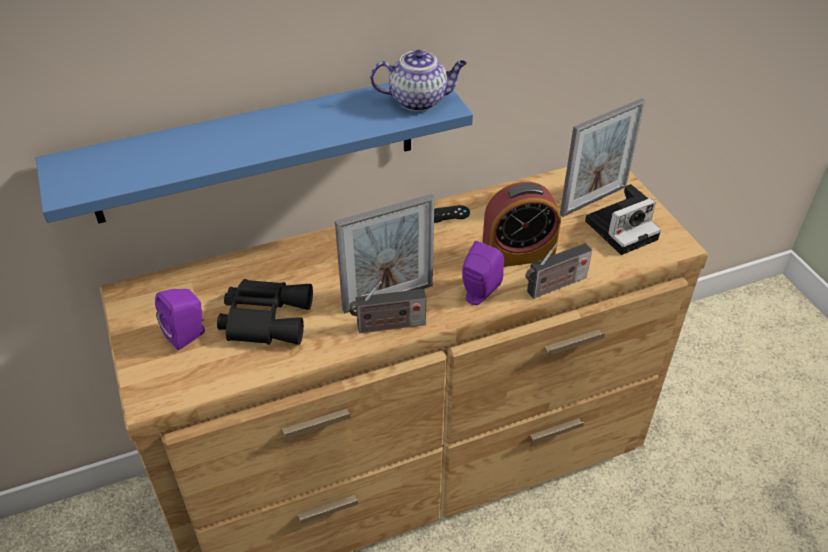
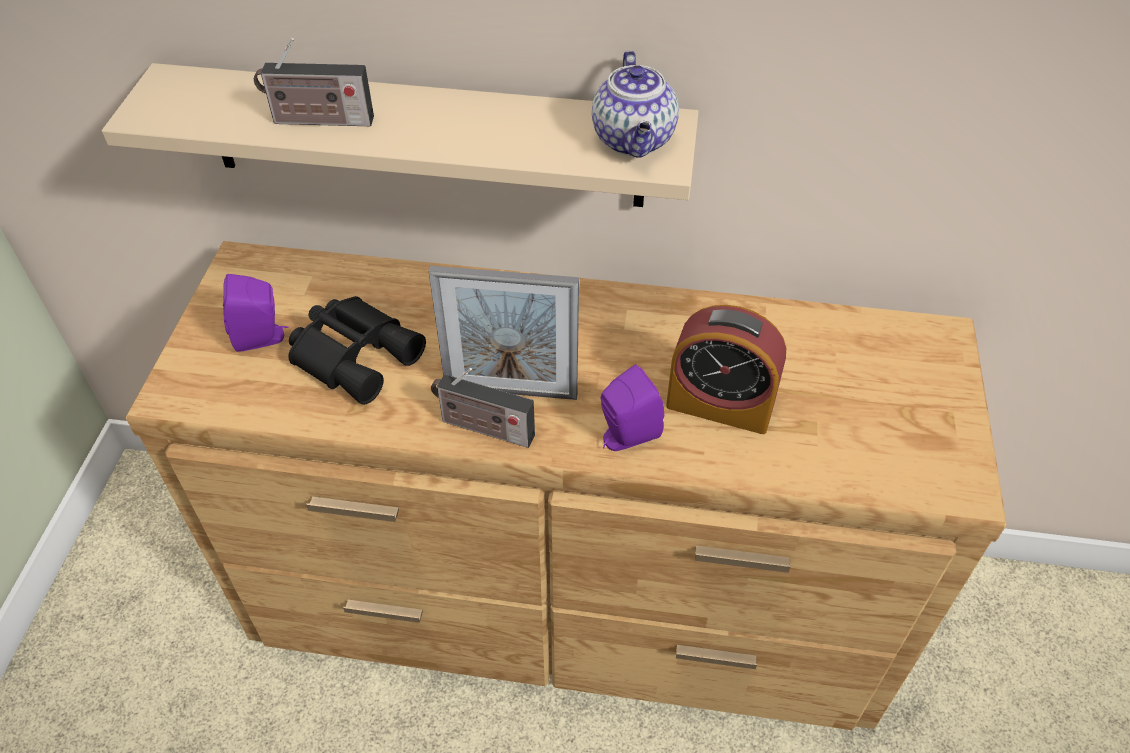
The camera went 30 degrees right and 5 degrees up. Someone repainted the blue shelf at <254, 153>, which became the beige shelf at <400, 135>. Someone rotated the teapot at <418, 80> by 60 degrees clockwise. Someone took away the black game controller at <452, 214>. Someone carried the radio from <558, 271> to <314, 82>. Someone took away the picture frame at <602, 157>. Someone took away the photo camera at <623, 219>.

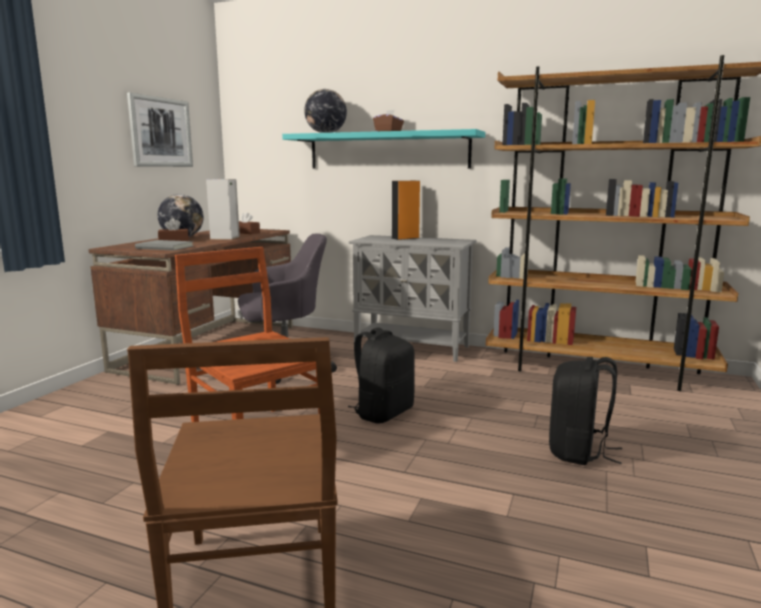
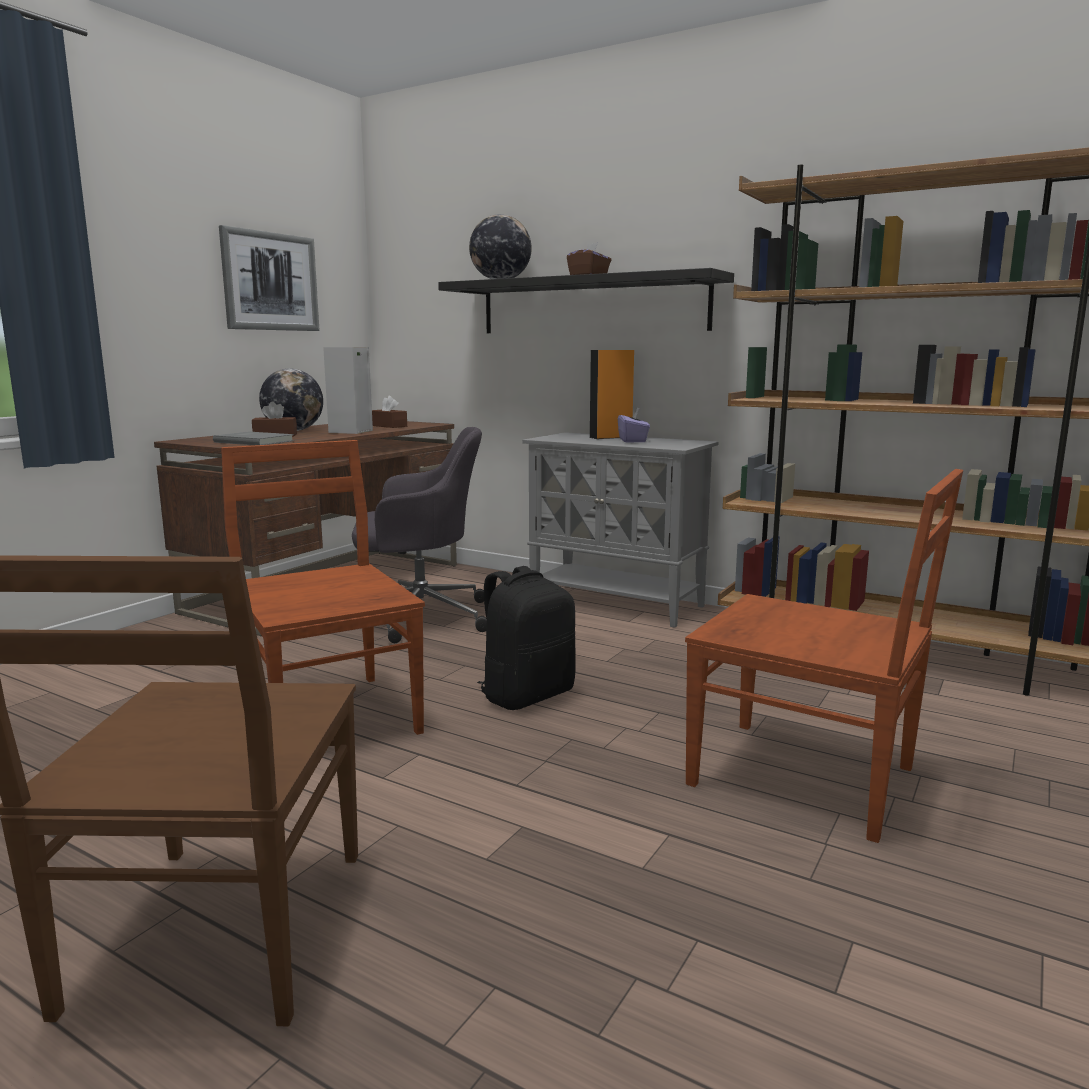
The camera went 10 degrees right and 0 degrees up. Someone repainted the turquoise shelf at <383, 148>, which became the black shelf at <586, 300>. Someone swapped the black backpack at <585, 411> for the brown chair at <824, 656>. Someone put down the purple tissue box at <634, 424>.

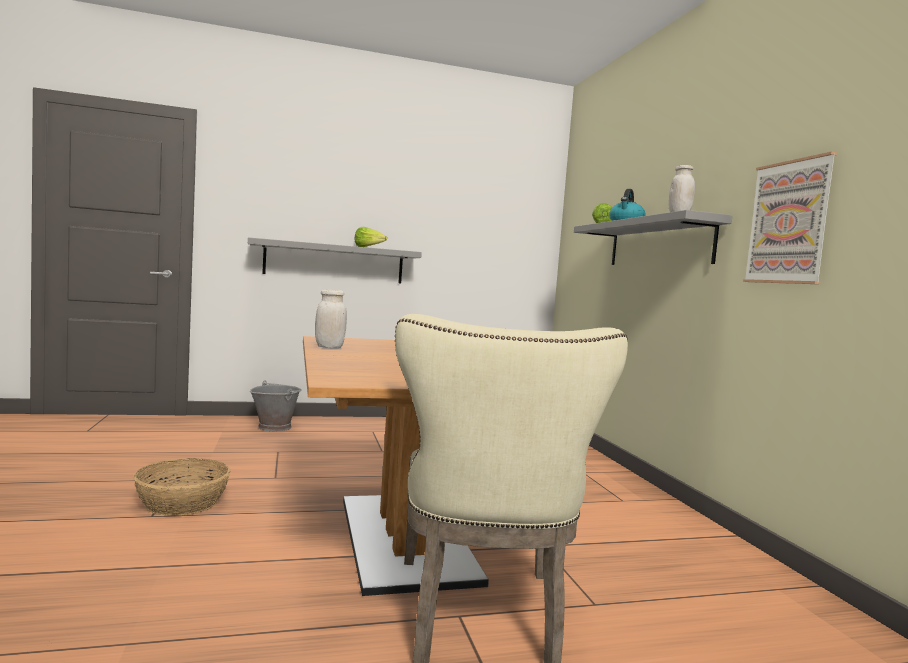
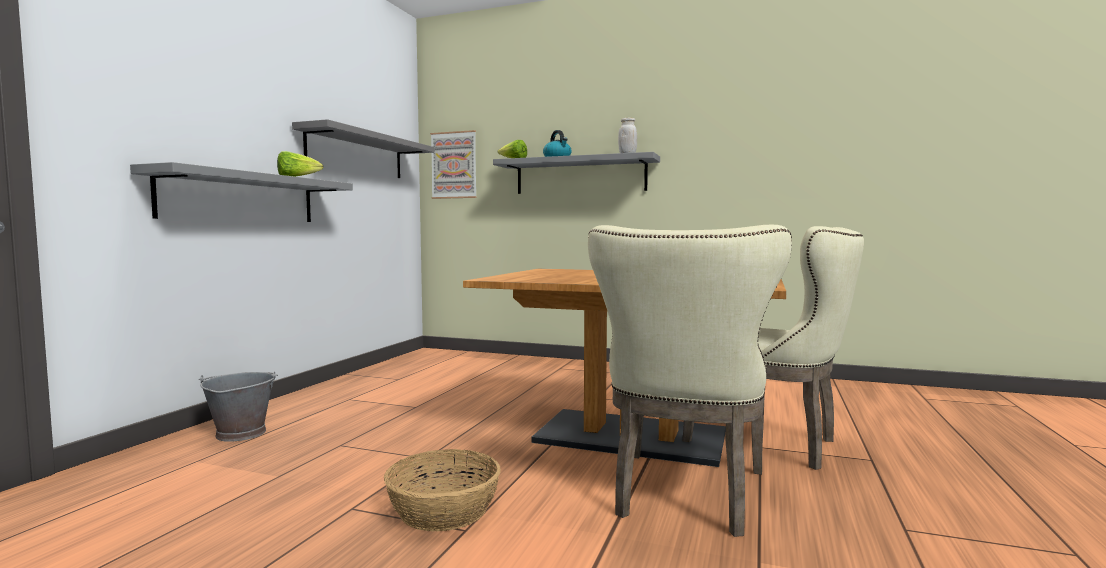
The camera went 55 degrees left and 0 degrees up. Someone took away the white jar at <331, 319>. Someone carried the picture from <790, 217> to <453, 164>. Someone put up the grey shelf at <363, 148>. Someone put down the beige chair at <690, 381>.

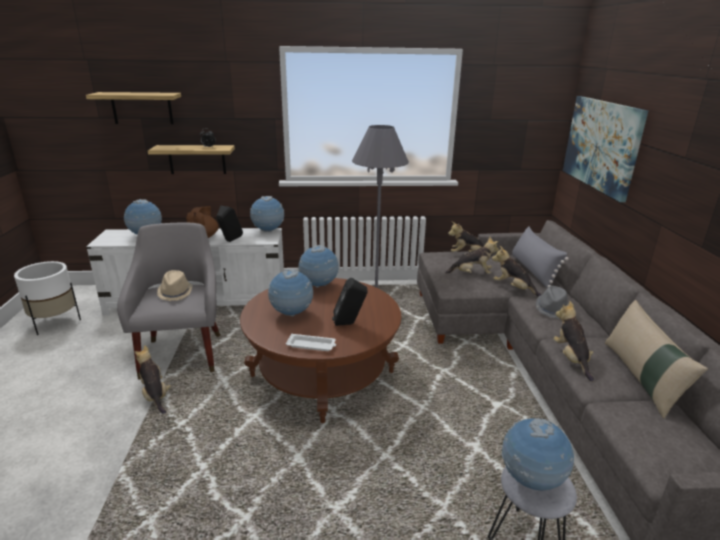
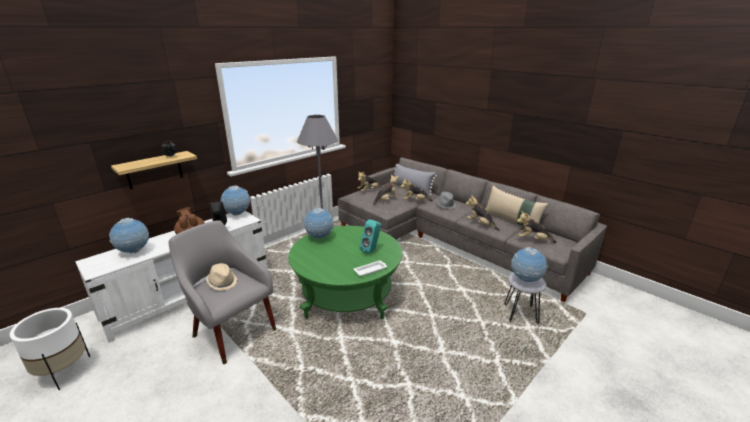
The camera went 40 degrees left and 0 degrees up. Someone took away the shelf at <133, 108>. Someone carried the plush toy from <152, 379> to <537, 227>. Someone repainted the brown coffee table at <321, 350>, which became the green coffee table at <345, 272>. Someone took away the globe at <290, 292>. Someone repainted the black speaker at <350, 302>, which became the turquoise speaker at <370, 236>. Someone took away the picture at <605, 149>.

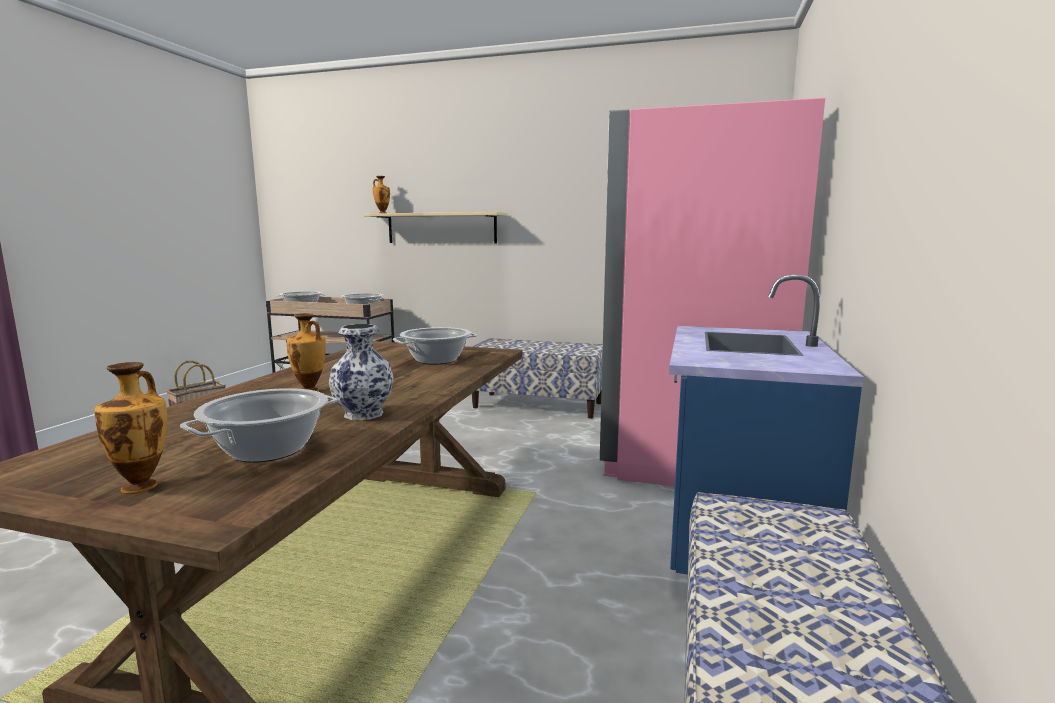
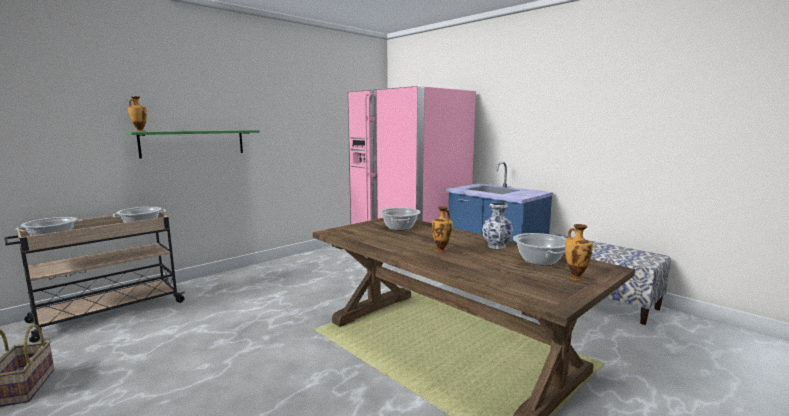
The camera went 60 degrees left and 0 degrees up. Someone repainted the beige shelf at <435, 228>, which became the green shelf at <192, 144>. Someone took away the bench at <537, 378>.

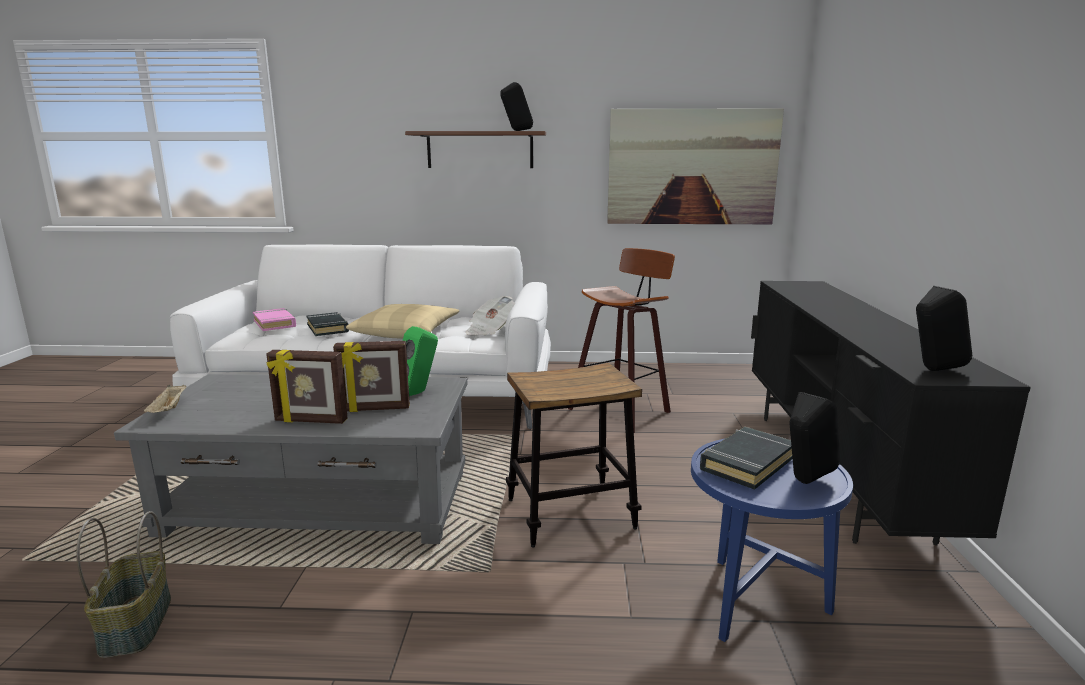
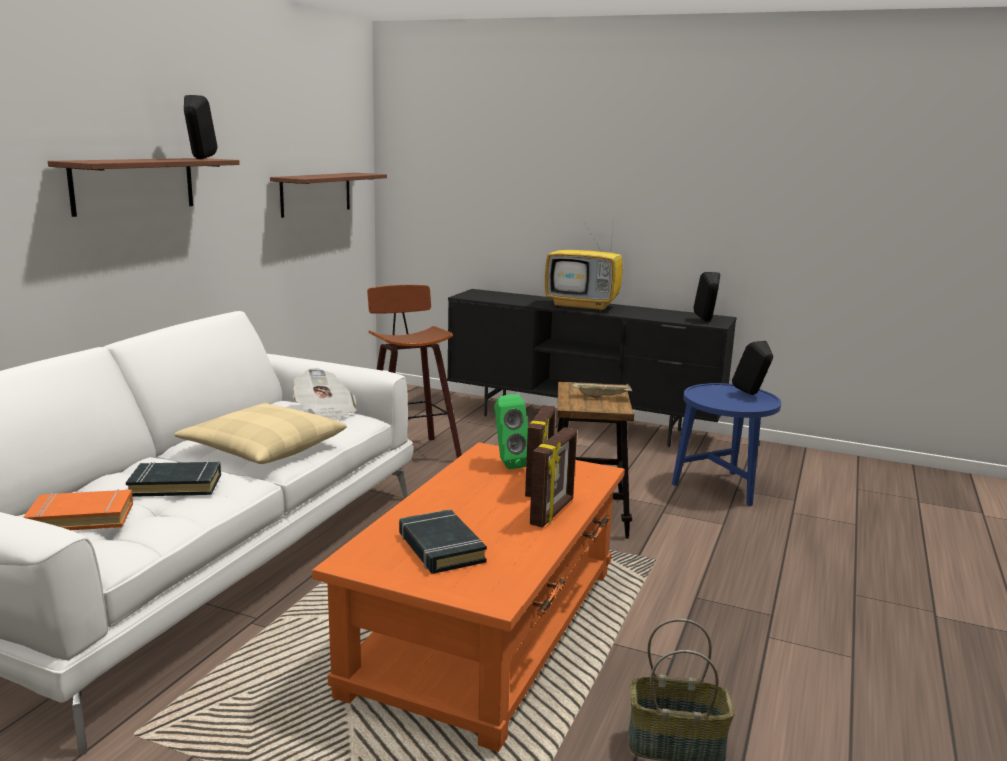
The camera went 70 degrees left and 0 degrees up. Someone repainted the grey coffee table at <291, 459>, which became the orange coffee table at <468, 597>. Someone carried the beige tray from <165, 399> to <602, 390>. Someone repainted the pink book at <274, 319>, which became the orange book at <78, 509>. Someone swapped the picture at <695, 166> for the shelf at <328, 195>. Someone carried the black book from <746, 458> to <443, 541>. Someone put down the television at <584, 267>.

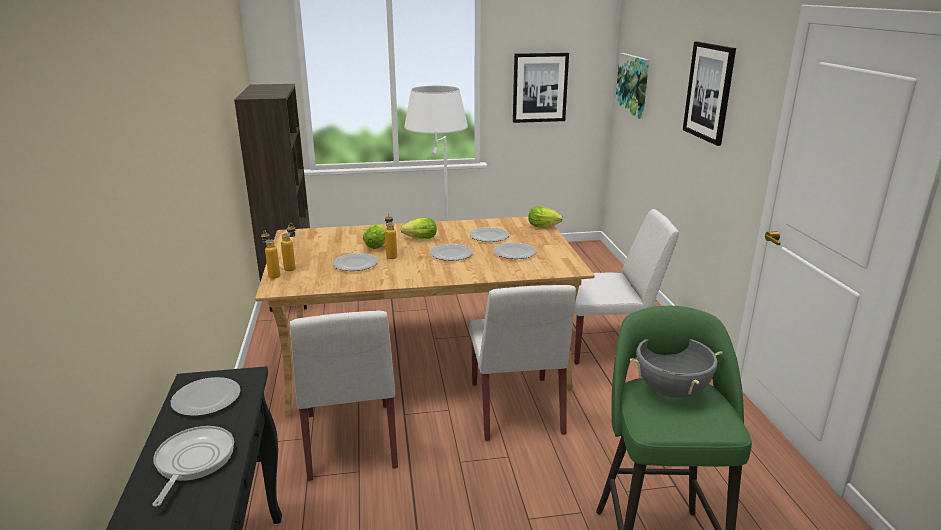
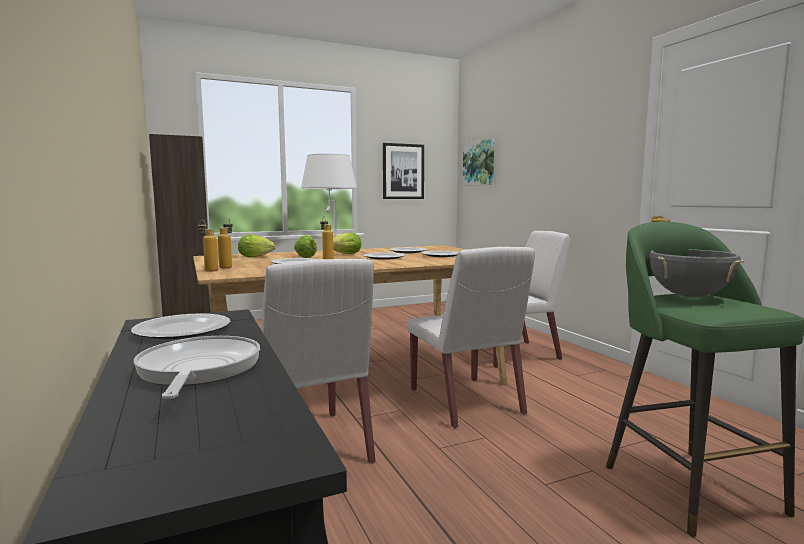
The camera went 15 degrees left and 15 degrees down. Someone carried the lettuce from <546, 217> to <257, 246>. Someone took away the picture at <709, 94>.

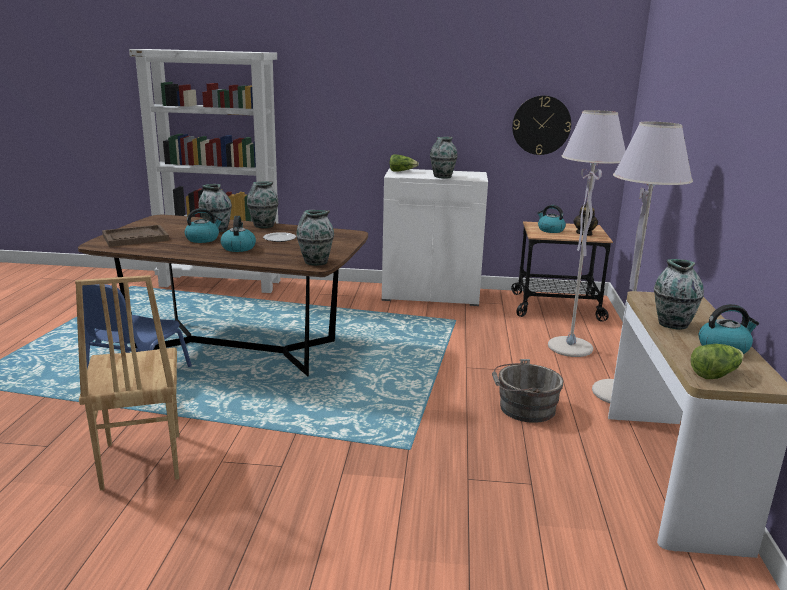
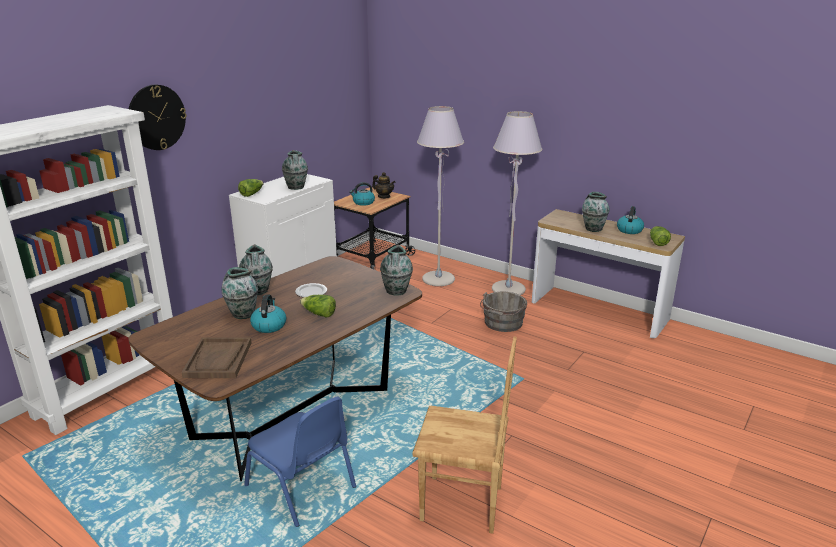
The camera went 60 degrees left and 5 degrees up. Someone swapped the kettle at <238, 234> for the lettuce at <318, 306>. Someone carried the wall clock from <541, 125> to <158, 117>.

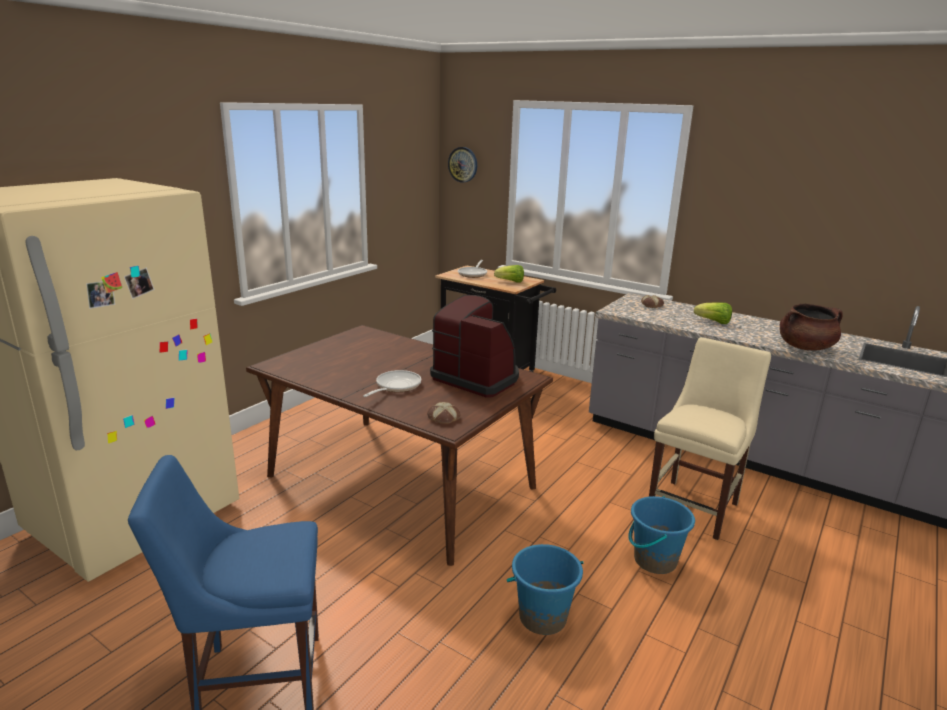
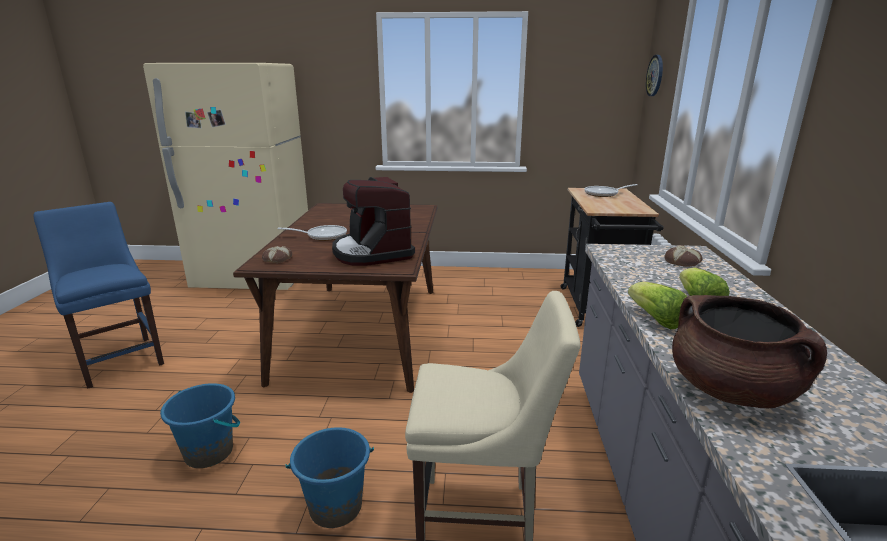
The camera went 60 degrees right and 0 degrees up. Someone rotated the coffee machine at <474, 346> by 150 degrees clockwise. Someone carried the lettuce from <509, 274> to <657, 305>.

